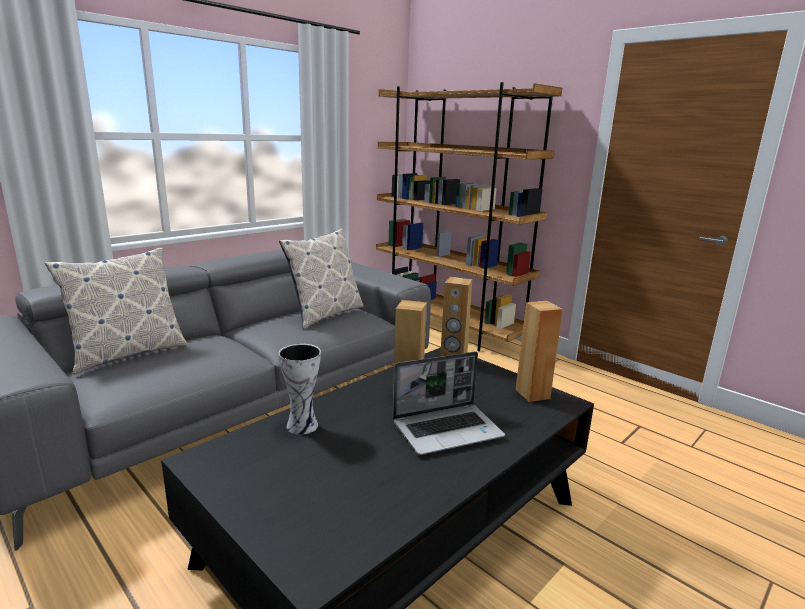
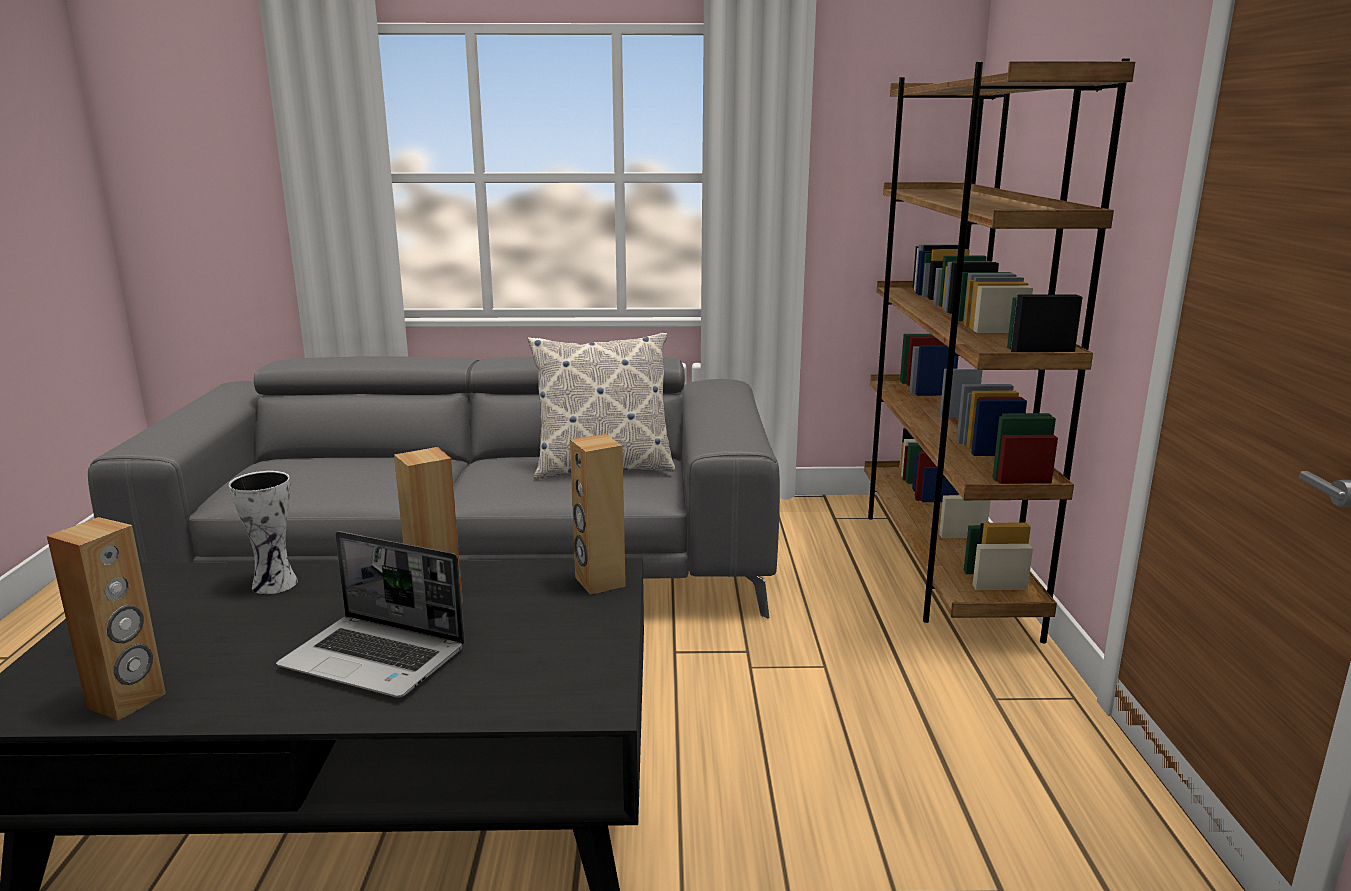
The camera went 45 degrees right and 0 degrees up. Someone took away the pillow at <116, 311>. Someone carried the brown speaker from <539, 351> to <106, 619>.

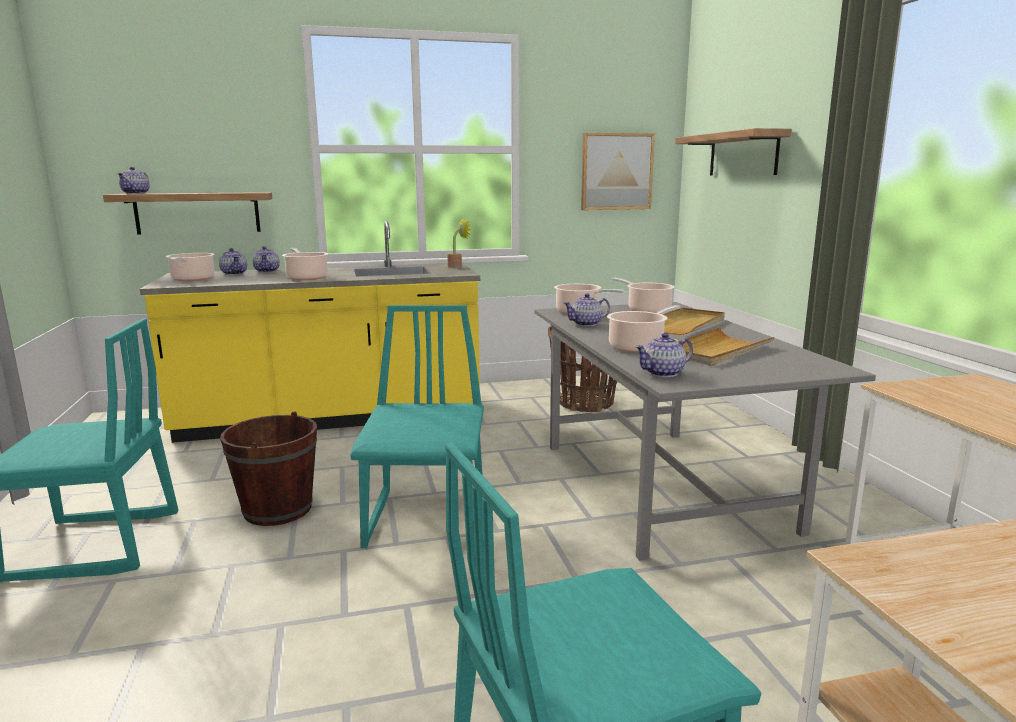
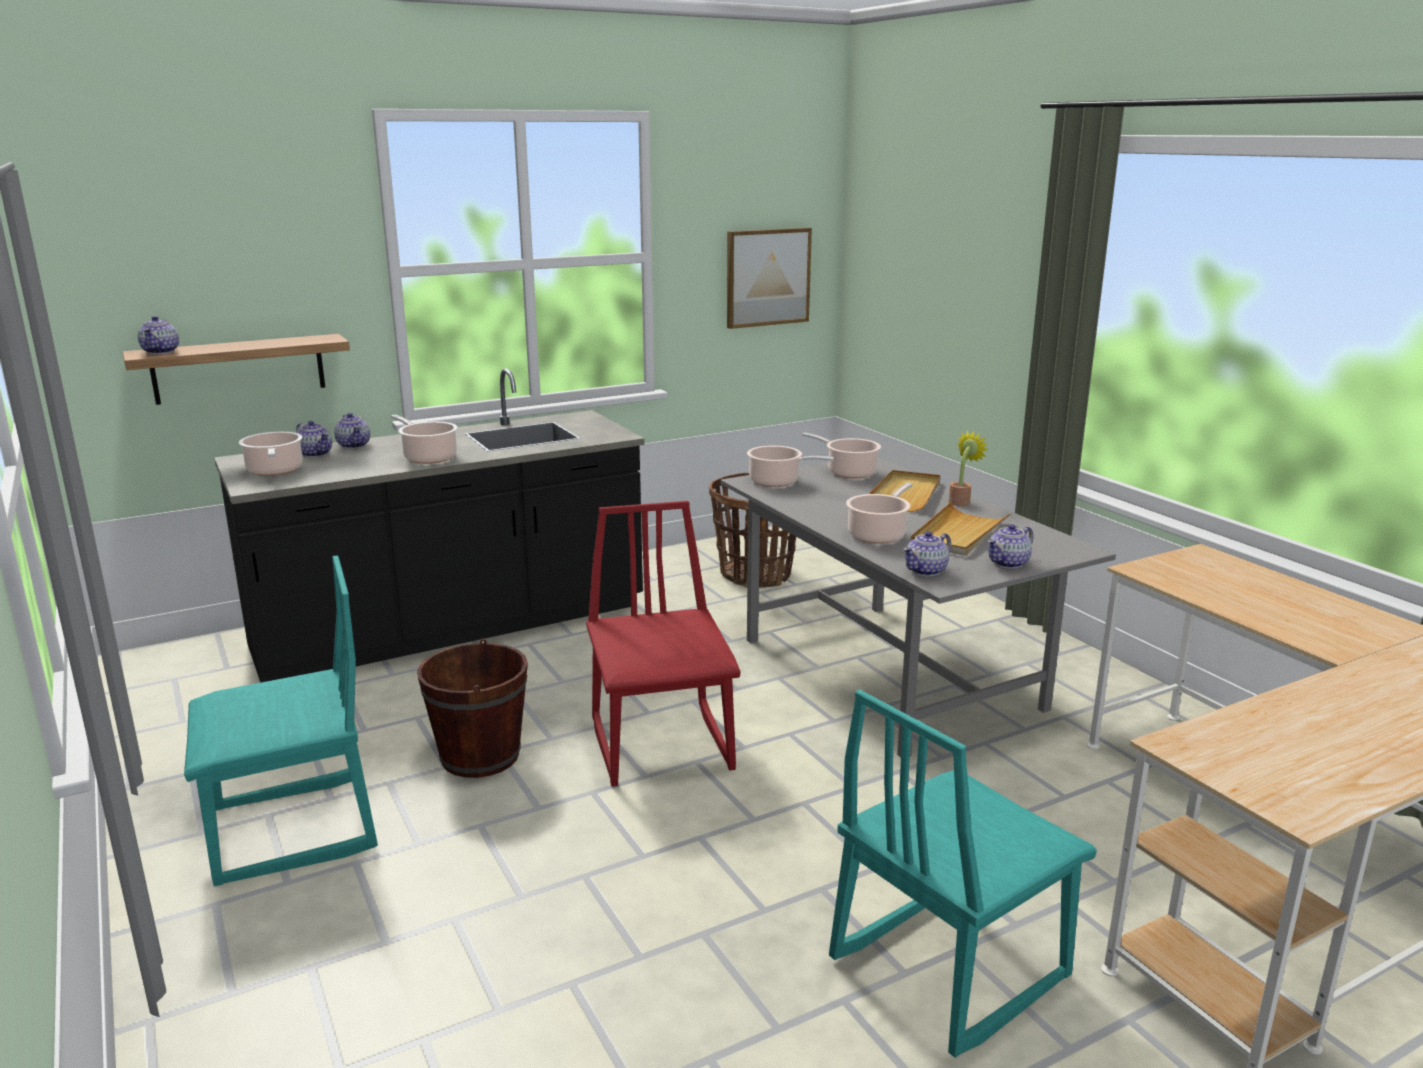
The camera went 15 degrees left and 5 degrees up. Someone repainted the yellow counter at <310, 332>, which became the black counter at <429, 525>. Someone repainted the turquoise chair at <417, 426>, which became the red chair at <663, 644>. Someone carried the potted plant from <459, 243> to <969, 468>. Someone carried the teapot from <586, 309> to <1010, 546>. Someone took away the shelf at <733, 151>.

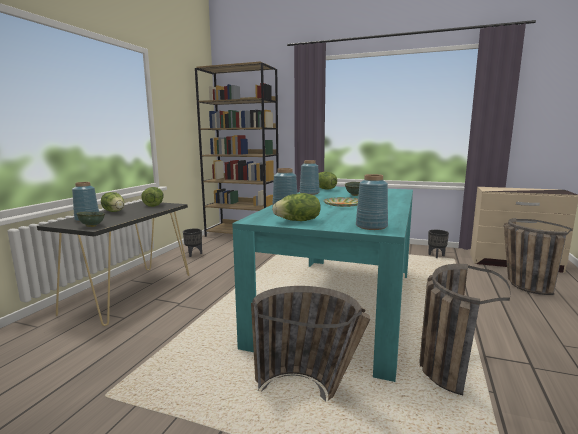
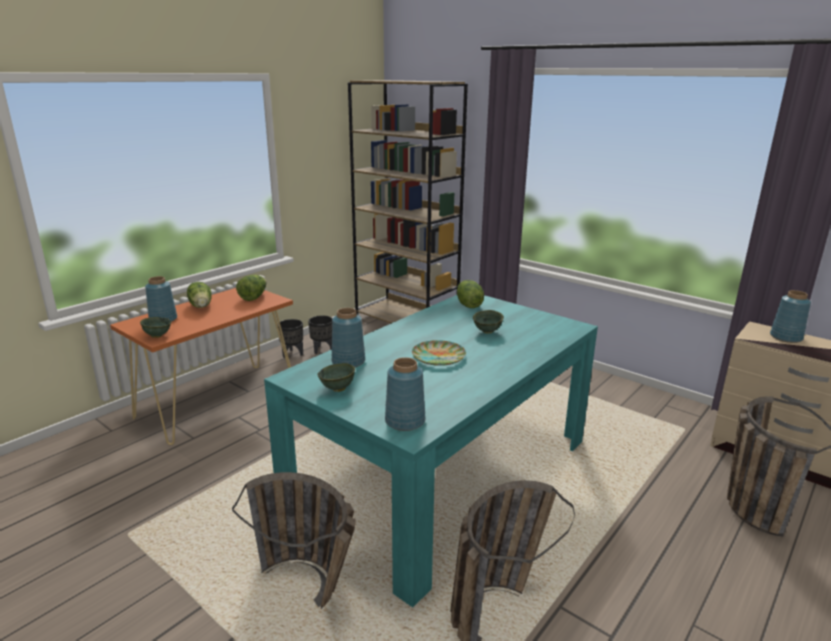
The camera went 20 degrees right and 10 degrees up. Someone repainted the black console table at <113, 263>, which became the orange console table at <201, 366>. Someone swapped the lettuce at <297, 207> for the green bowl at <336, 377>. Someone carried the blue vase from <310, 177> to <790, 316>. Someone carried the black planter from <438, 244> to <290, 338>.

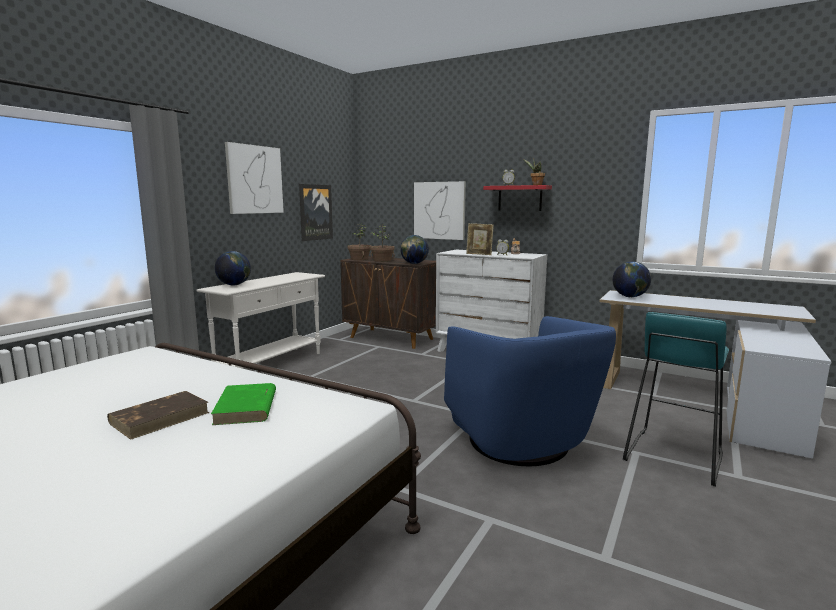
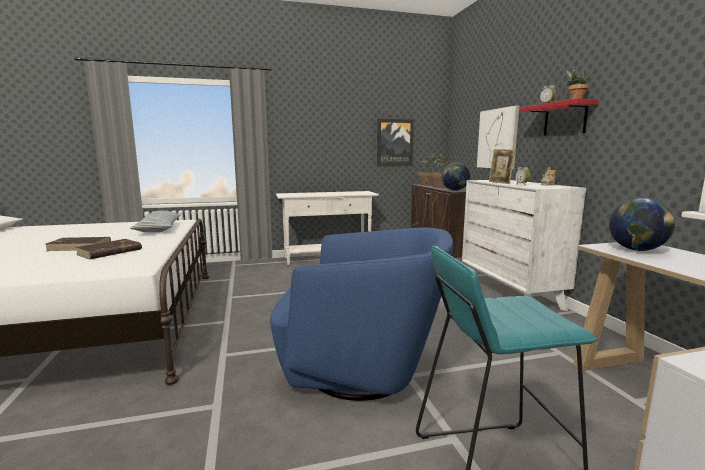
The camera went 45 degrees right and 0 degrees up. Someone repainted the green book at <243, 404>, which became the brown book at <108, 249>. Someone took away the globe at <233, 268>. Someone took away the picture at <254, 178>. Someone rotated the blue armchair at <530, 391> by 105 degrees counterclockwise. Someone put down the pillow at <155, 221>.

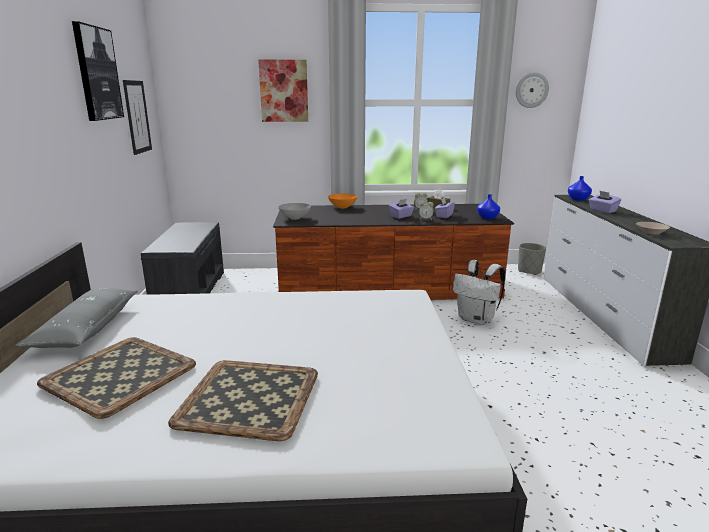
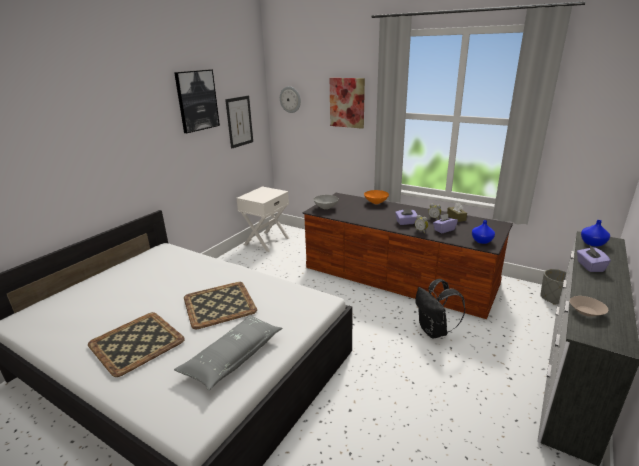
The camera went 35 degrees right and 5 degrees up. Someone carried the grey pillow from <76, 318> to <228, 353>. Someone carried the tray from <116, 378> to <220, 306>. Someone swapped the grey bench at <182, 258> for the white nightstand at <263, 219>. Someone repainted the white backpack at <479, 292>, which became the black backpack at <440, 309>. Someone carried the wall clock from <532, 90> to <290, 99>.

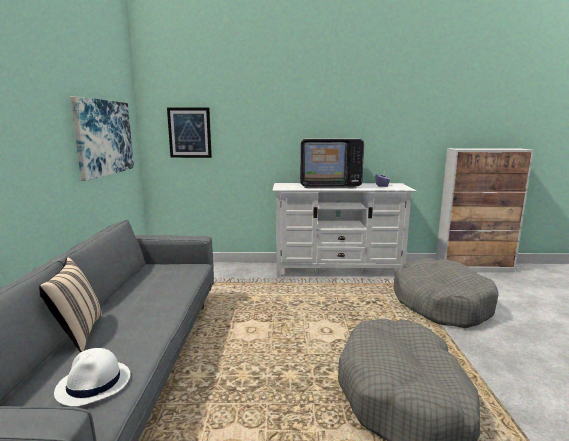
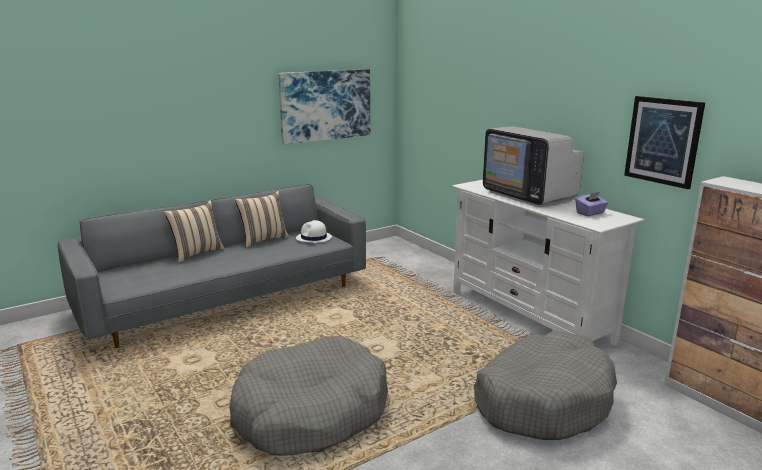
The camera went 55 degrees right and 5 degrees up. Someone carried the white hat from <92, 377> to <314, 231>. Someone carried the picture from <189, 133> to <664, 142>. Someone put down the beige pillow at <262, 219>.

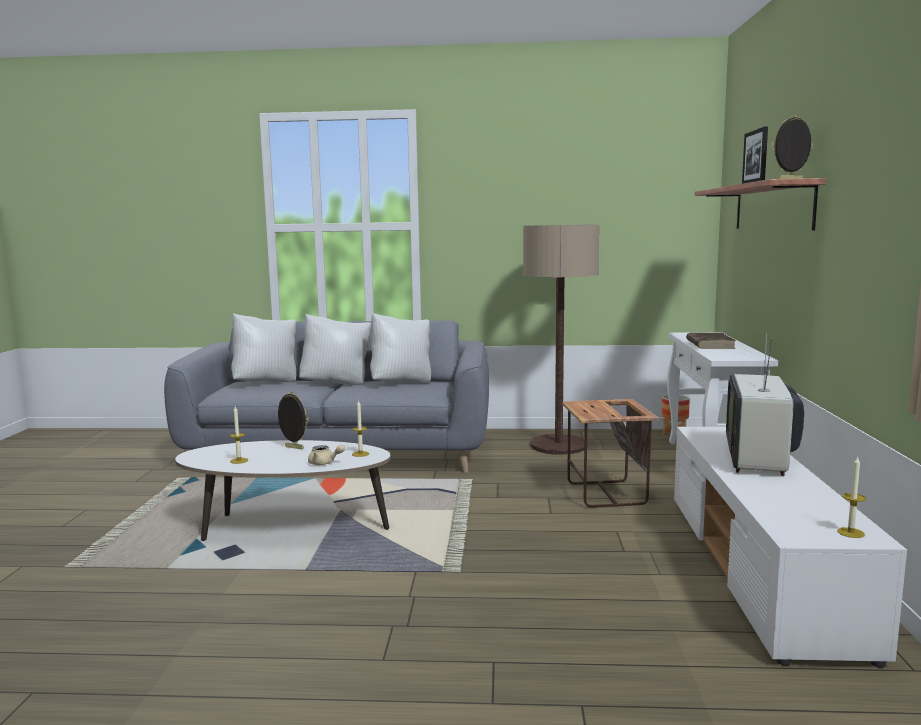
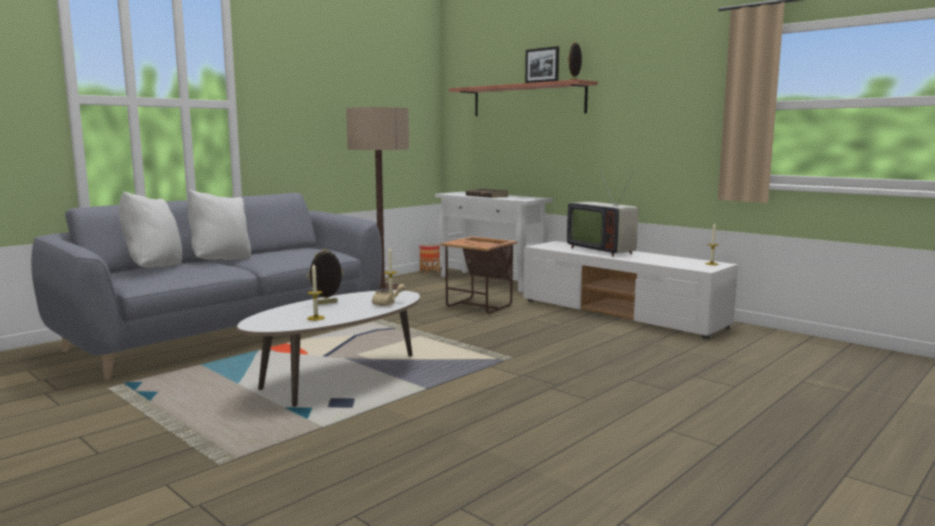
The camera went 50 degrees left and 0 degrees up. Someone took away the white pillow at <400, 348>.

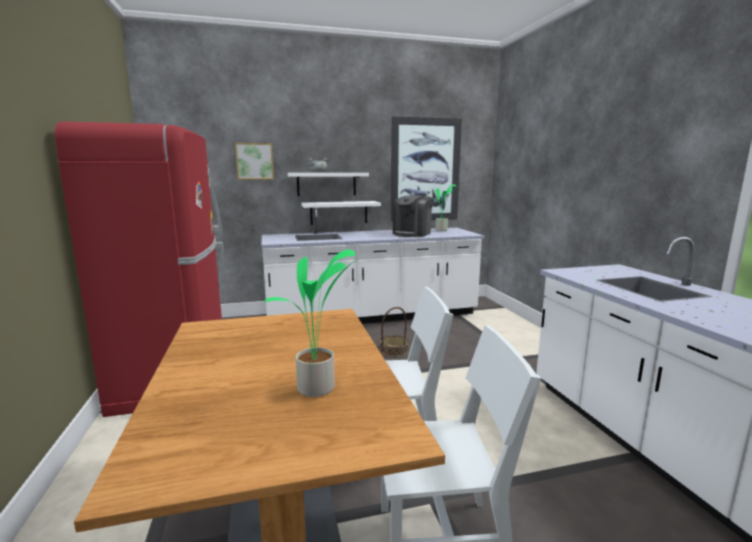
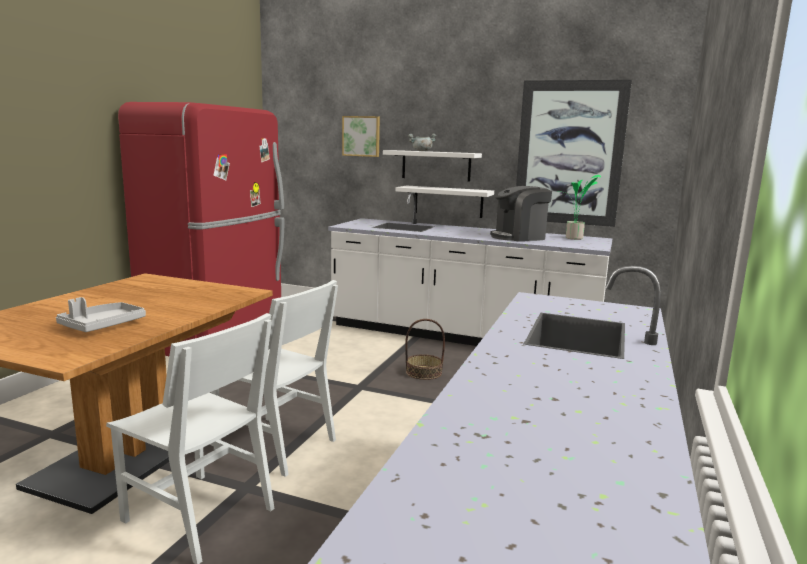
The camera went 35 degrees right and 0 degrees up. Someone swapped the potted plant at <310, 323> for the grey tray at <101, 314>.

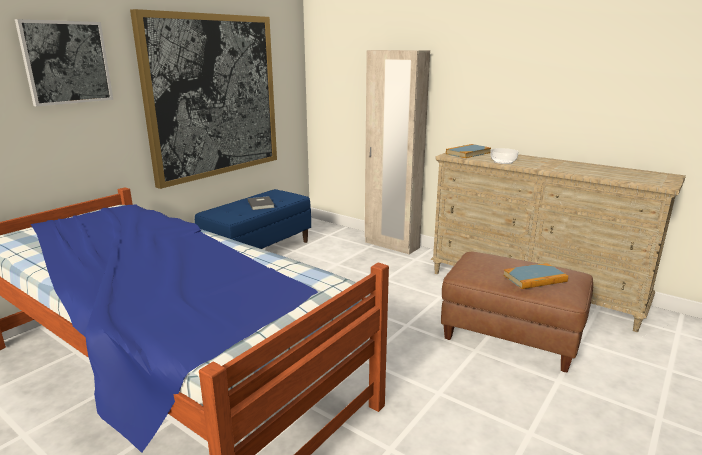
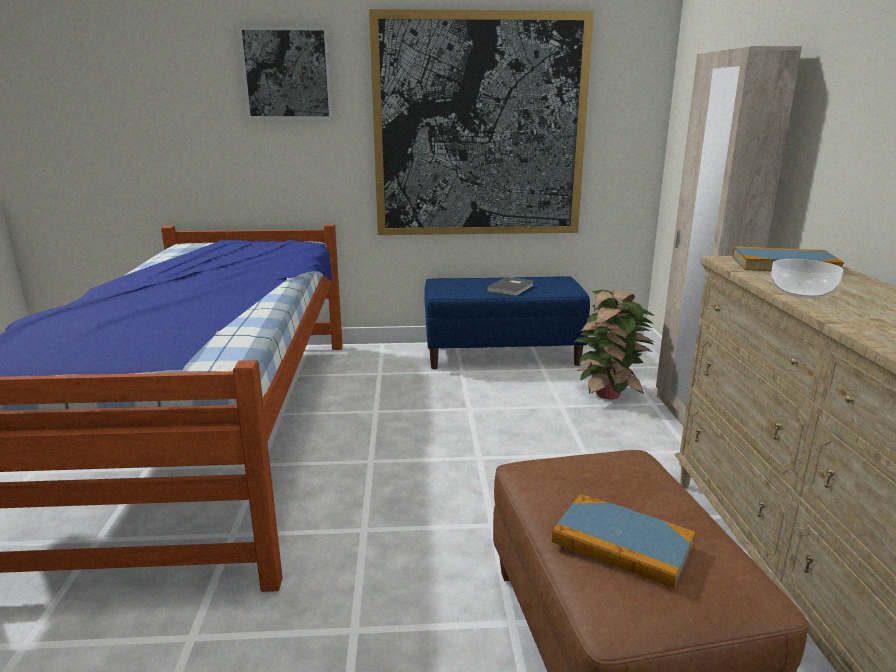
The camera went 50 degrees right and 0 degrees up. Someone put down the potted plant at <615, 344>.

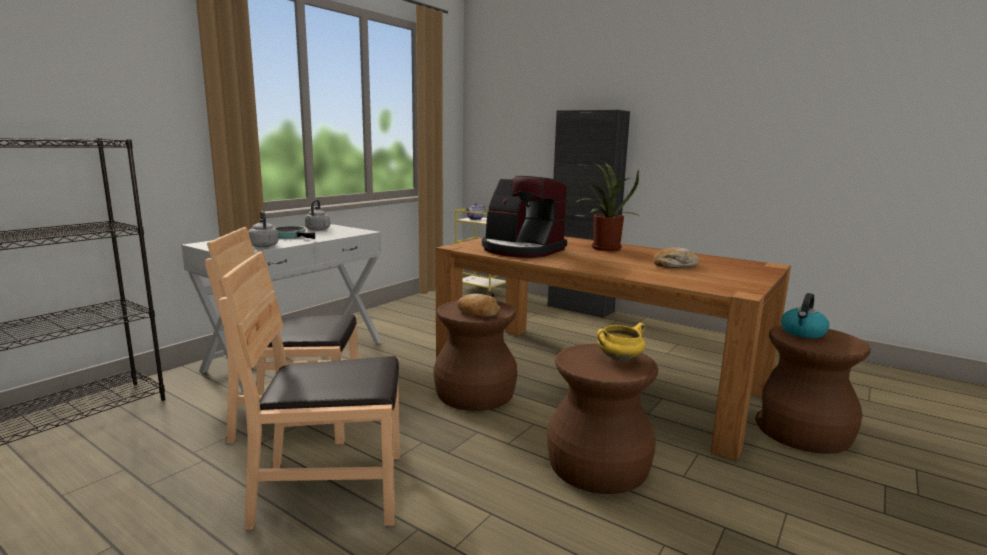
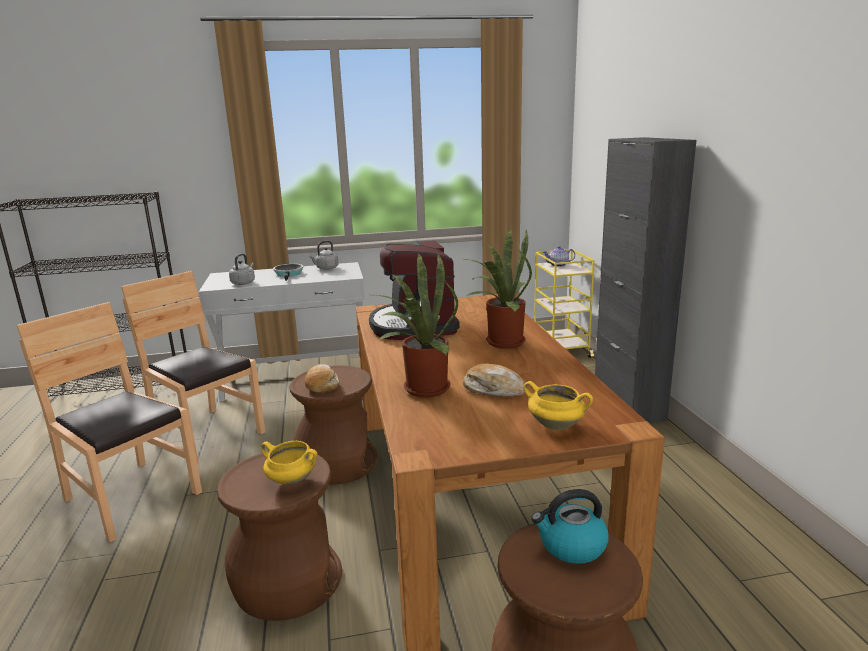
The camera went 45 degrees right and 5 degrees up. Someone put down the potted plant at <416, 325>. Someone put down the yellow cooking pot at <558, 405>.

